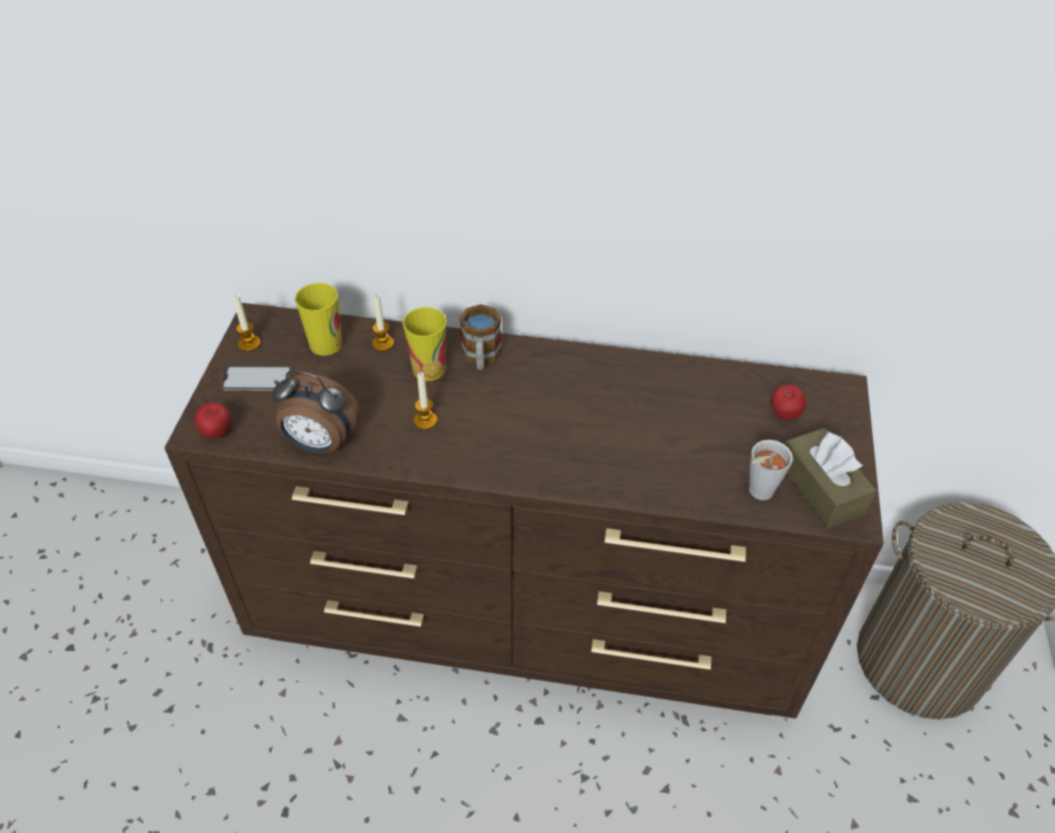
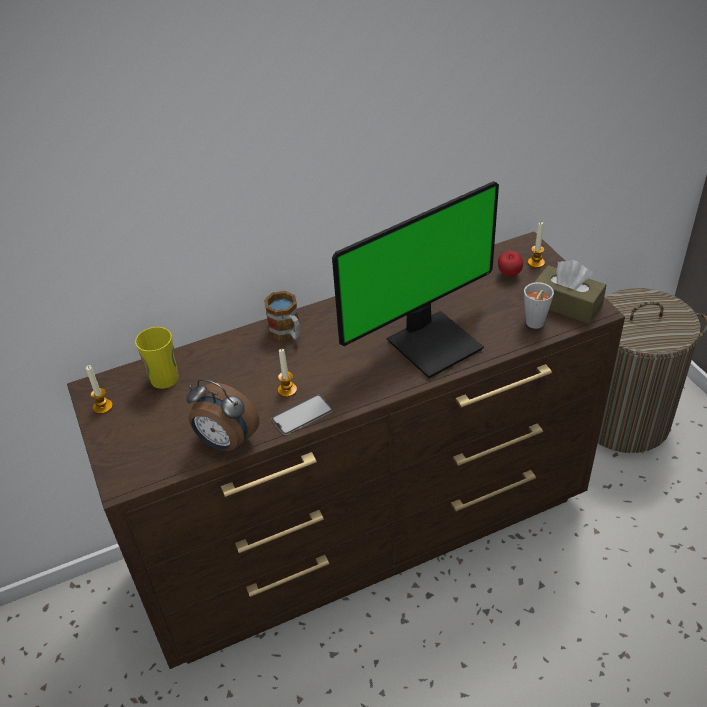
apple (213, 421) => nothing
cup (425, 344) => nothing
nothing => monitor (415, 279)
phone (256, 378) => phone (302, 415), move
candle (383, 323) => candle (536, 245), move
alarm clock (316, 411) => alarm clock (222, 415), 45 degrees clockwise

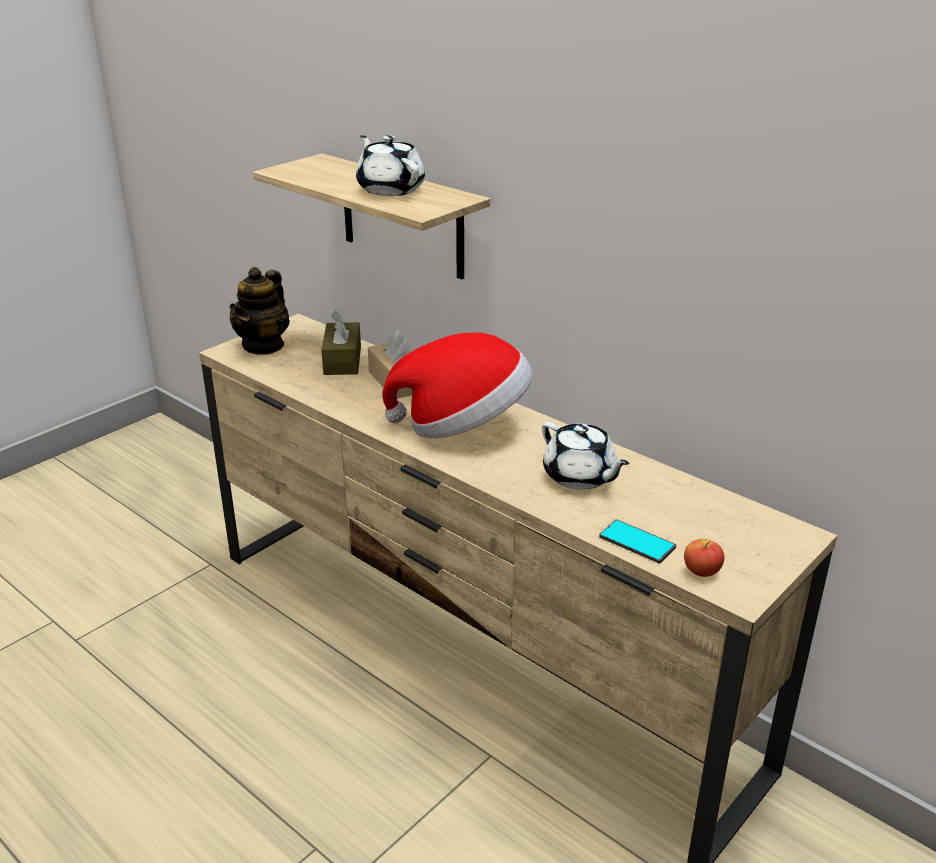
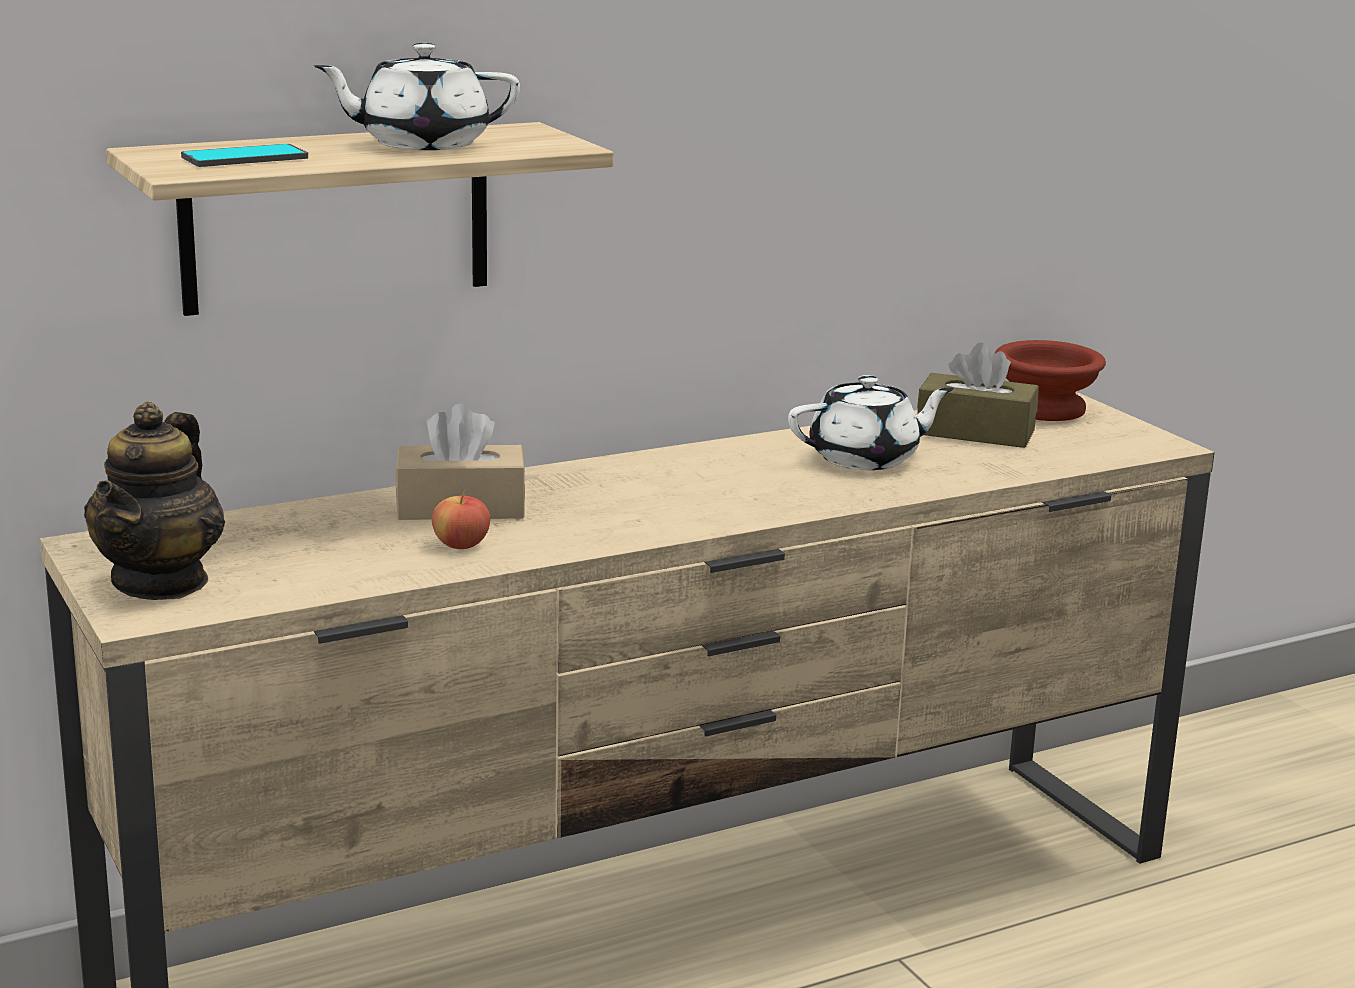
hat (457, 385) => nothing
nothing => bowl/brown (1050, 380)
tissue box/brown (341, 342) => tissue box/brown (978, 395), move
phone (637, 541) => phone (244, 155), move
apple (704, 558) => apple (461, 519), move
teapot (260, 311) => teapot (154, 500), 60 degrees clockwise

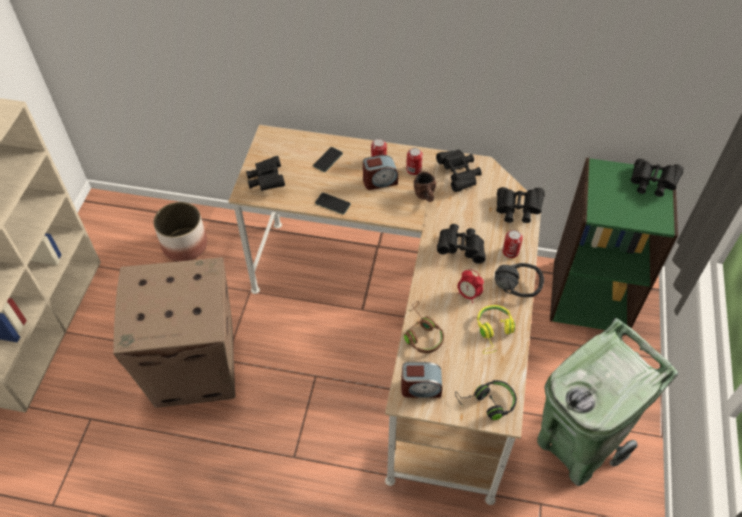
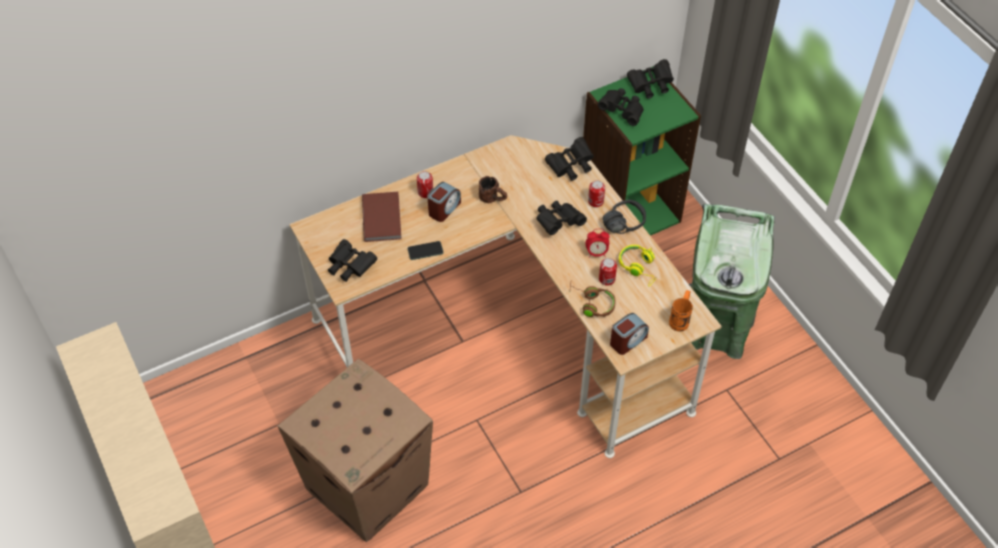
planter (180, 232) => nothing
can (414, 161) => can (608, 272), move
binoculars/black (459, 171) => binoculars/black (621, 107), move
phone (328, 159) => book/brown (382, 217)
headphones/black (486, 400) => mug/orange (681, 311)

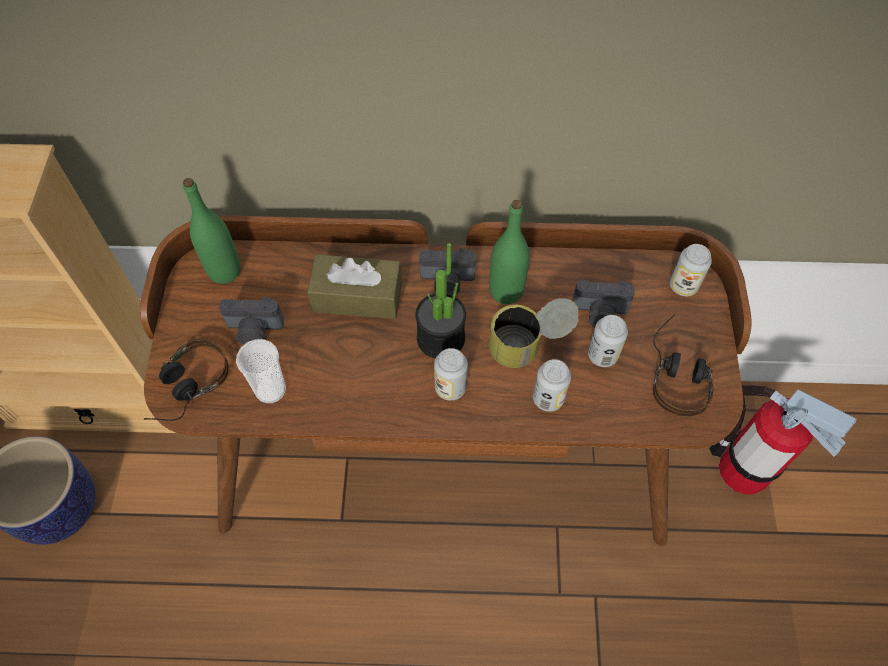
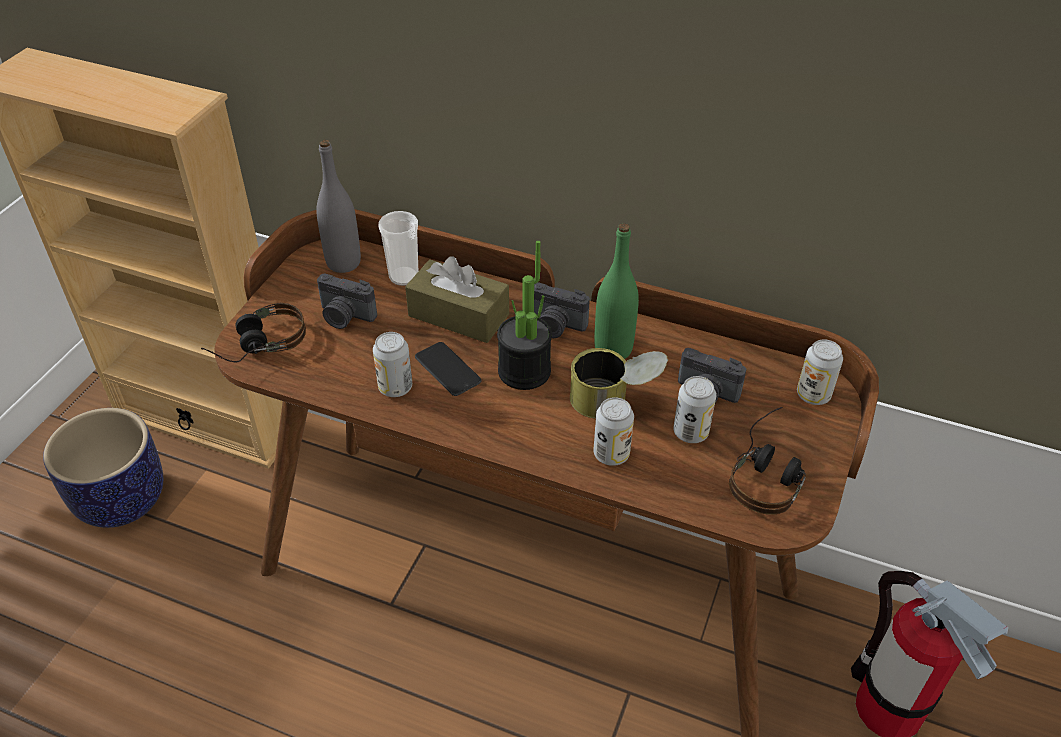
nothing => phone (448, 369)
cup (261, 371) => cup (398, 248), move
can (451, 374) => can (392, 364), move
bottle/green (212, 231) => bottle/grey (338, 206)

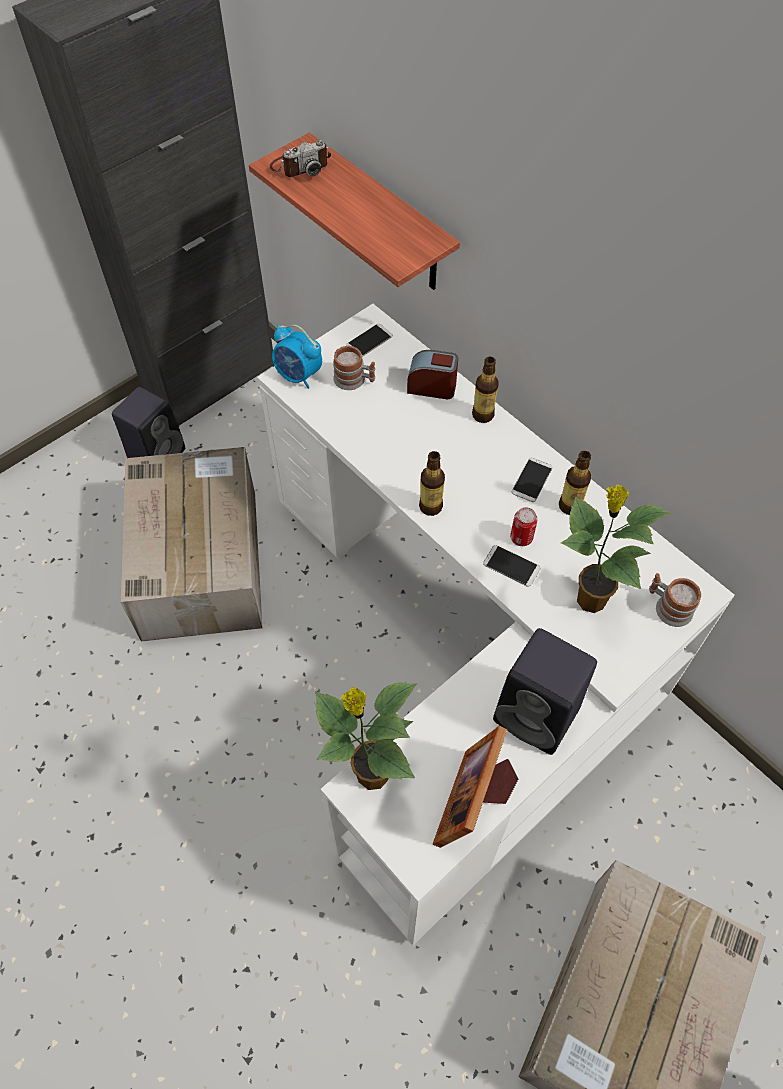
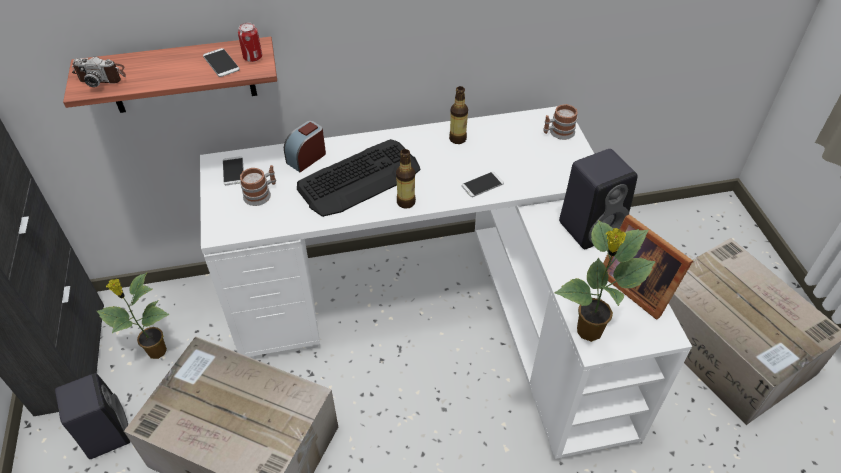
alarm clock (297, 357) => nothing
bottle (485, 390) => nothing
nothing => keyboard (359, 178)
can (523, 526) => can (250, 42), move
phone (532, 480) => phone (221, 62), move
potted plant (616, 549) => potted plant (133, 316), move
photo camera (300, 158) => photo camera (99, 72), 90 degrees clockwise

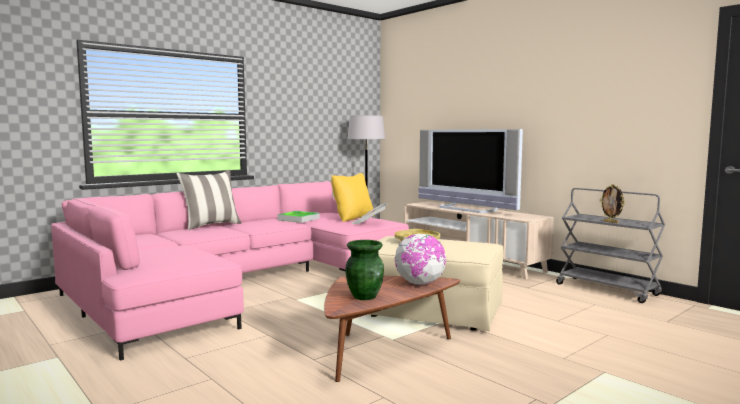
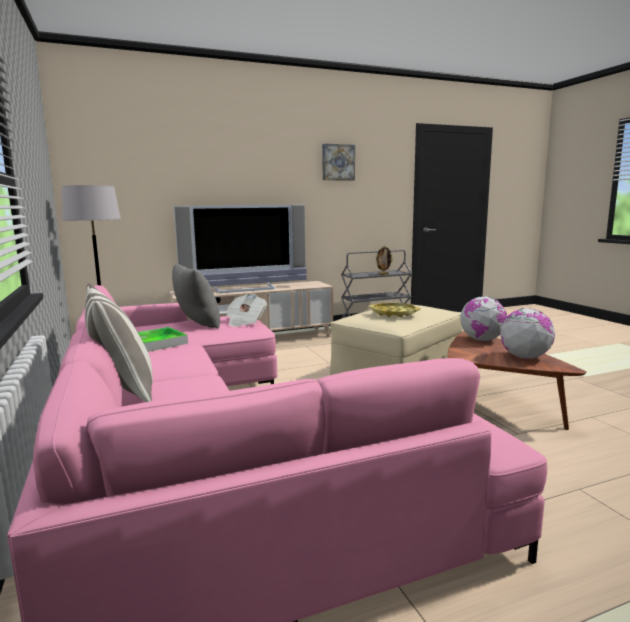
nothing => picture (338, 162)
vase/green (364, 270) => globe (527, 333)
pillow/yellow (353, 197) => pillow/grey (196, 296)

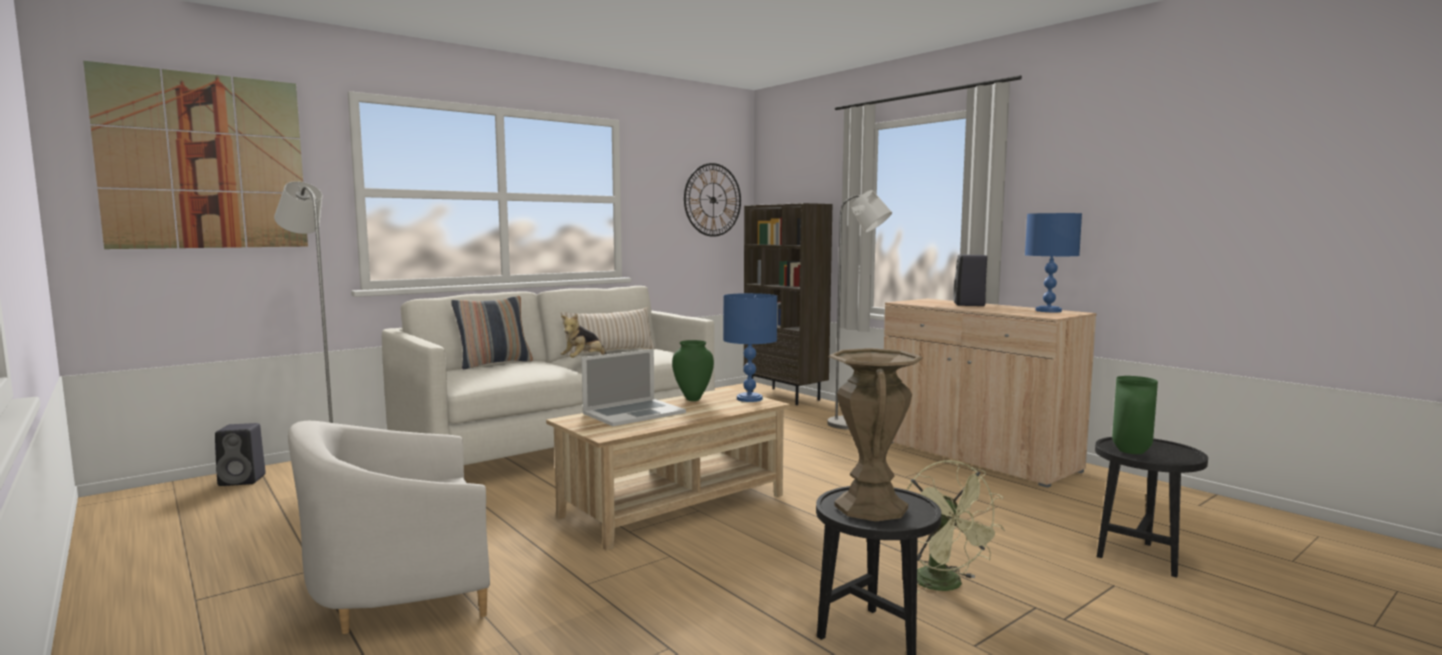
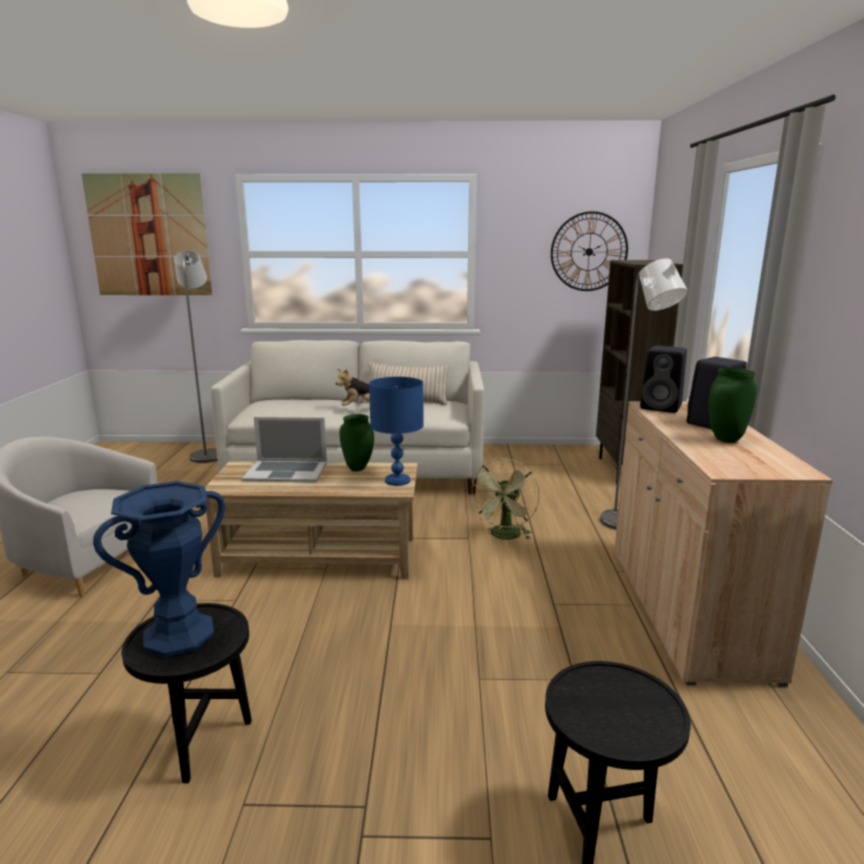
pillow (492, 332) => nothing
table lamp/blue (1053, 262) => nothing
speaker/black (240, 454) => speaker/black (663, 379), move
fan/green (956, 527) => fan/green (504, 499), move
vase/green (1135, 415) => vase/green (733, 405), move
vase/brown (875, 435) => vase/blue (159, 569)

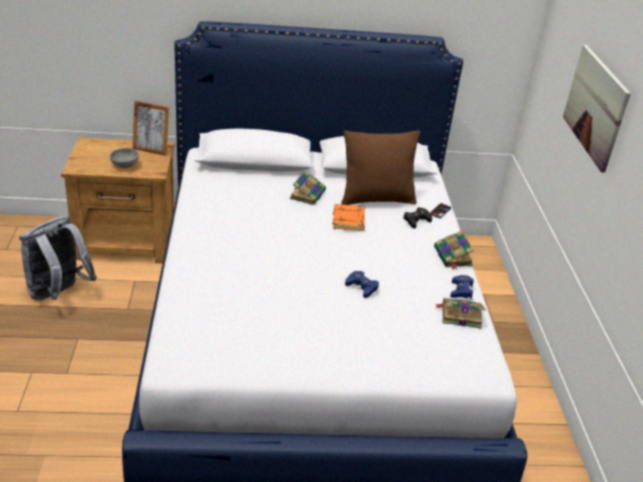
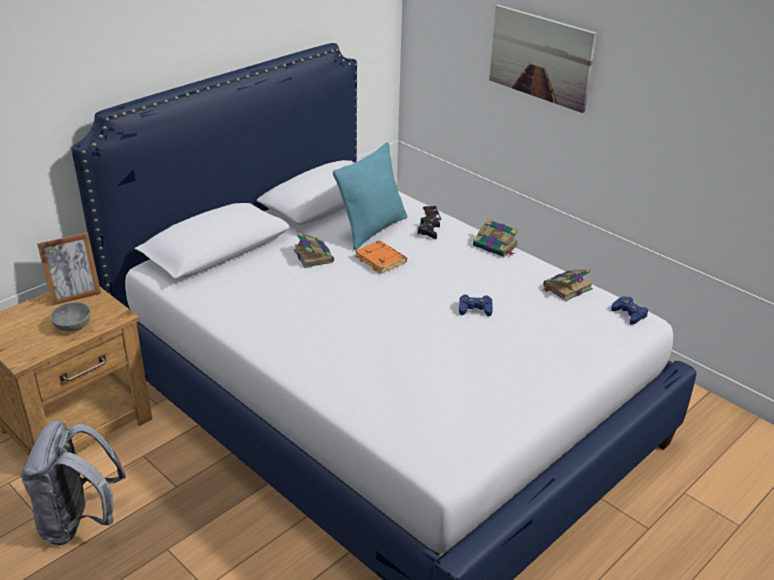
game controller/blue (462, 287) => game controller/blue (629, 310), move
pillow/brown (380, 167) => pillow/turquoise (370, 196)

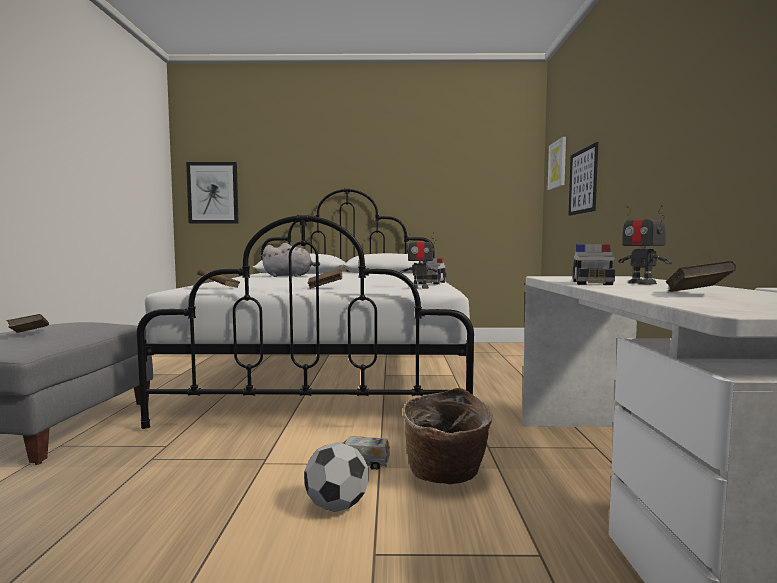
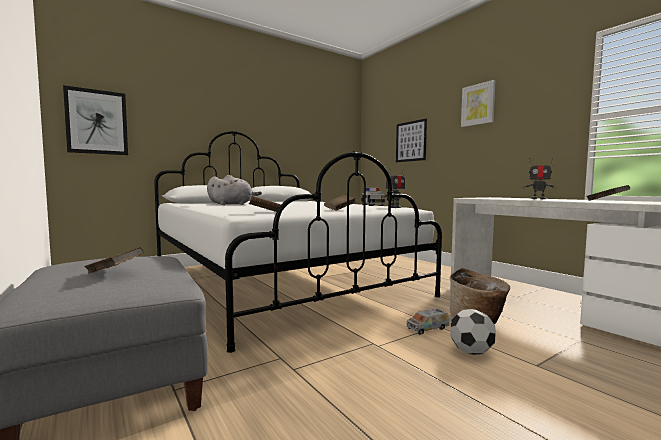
toy car (594, 264) => nothing
picture (556, 163) => picture (478, 103), move

